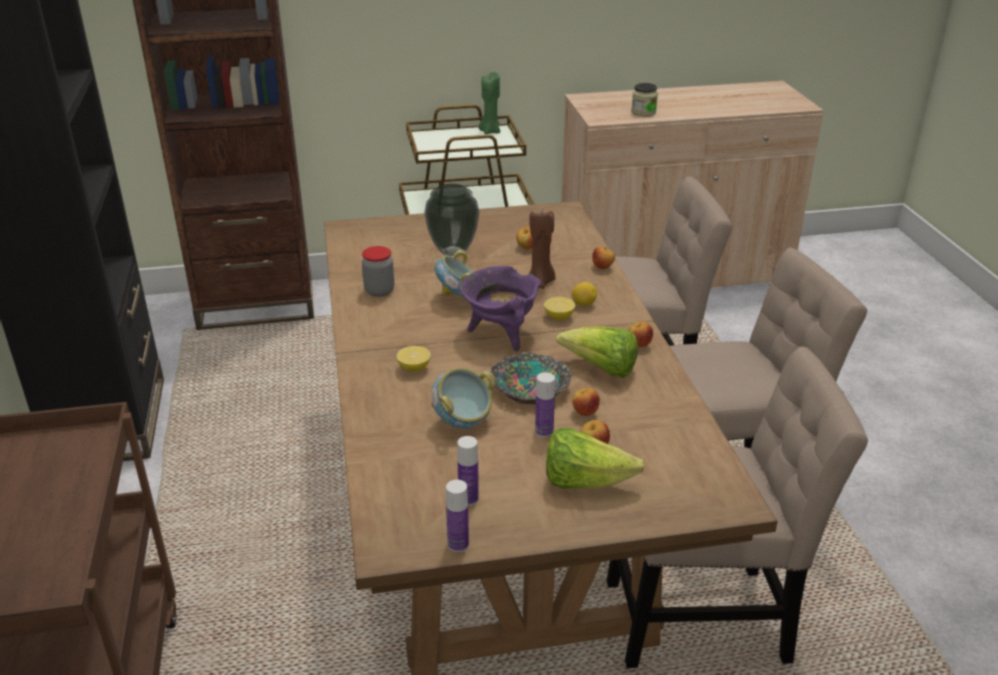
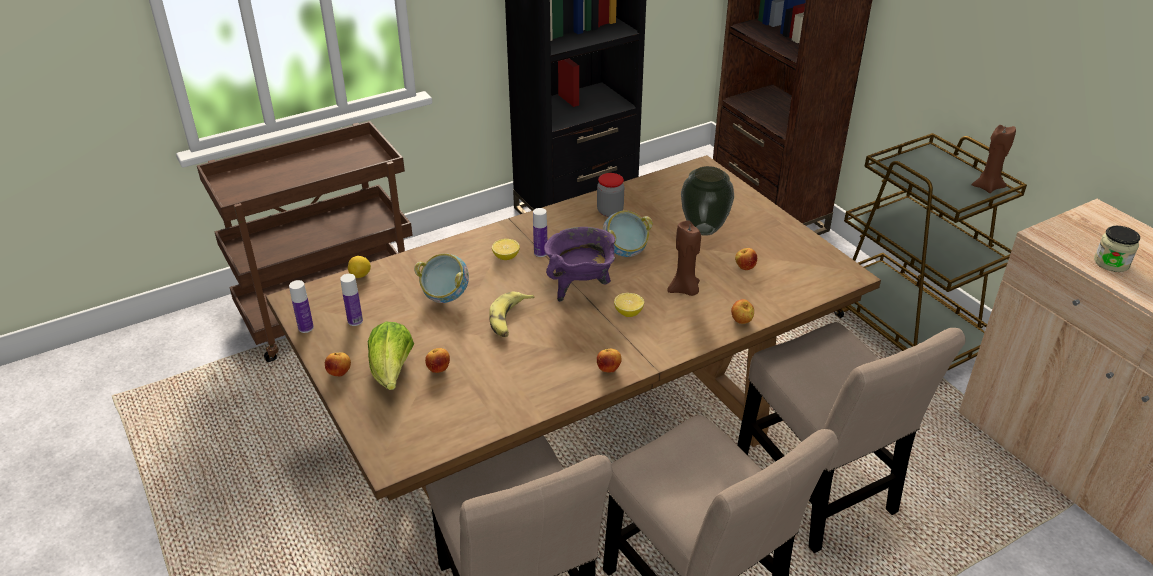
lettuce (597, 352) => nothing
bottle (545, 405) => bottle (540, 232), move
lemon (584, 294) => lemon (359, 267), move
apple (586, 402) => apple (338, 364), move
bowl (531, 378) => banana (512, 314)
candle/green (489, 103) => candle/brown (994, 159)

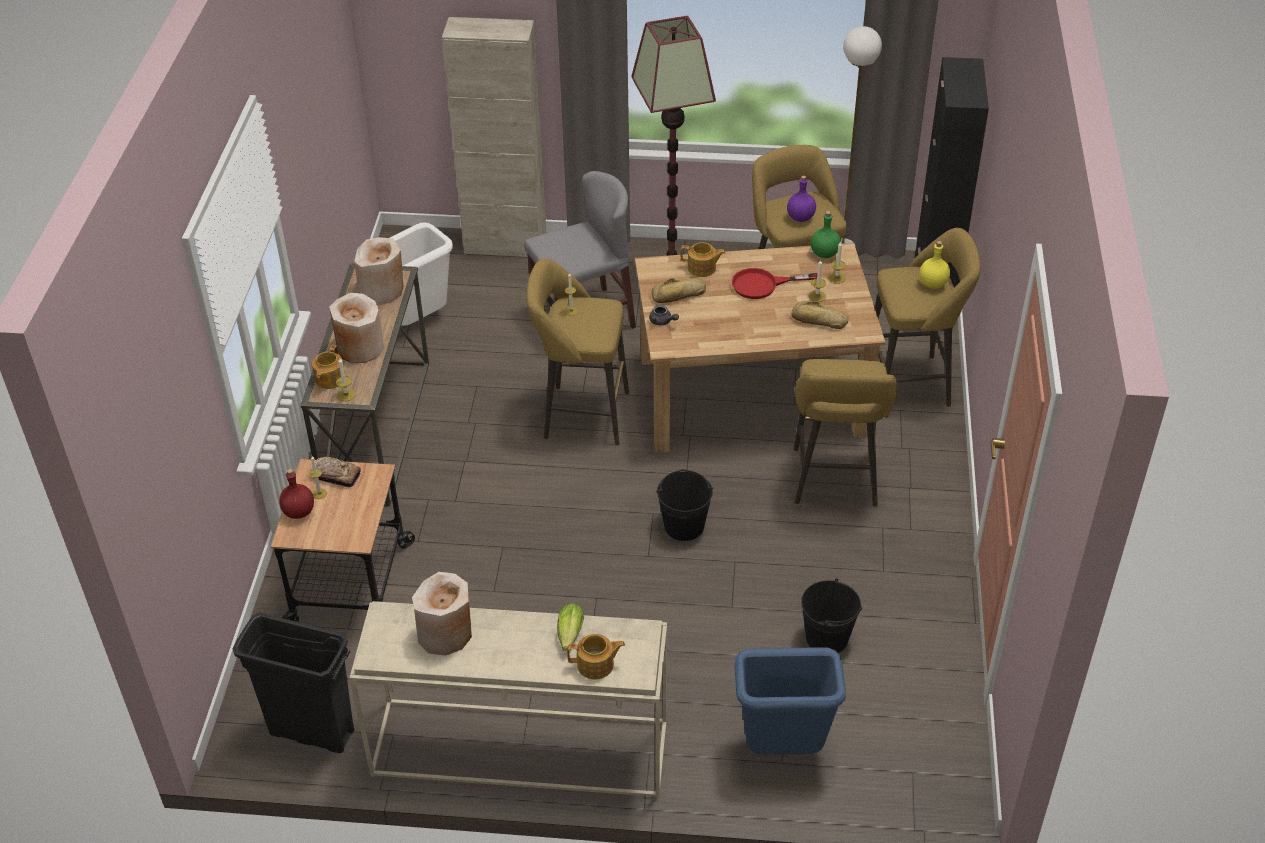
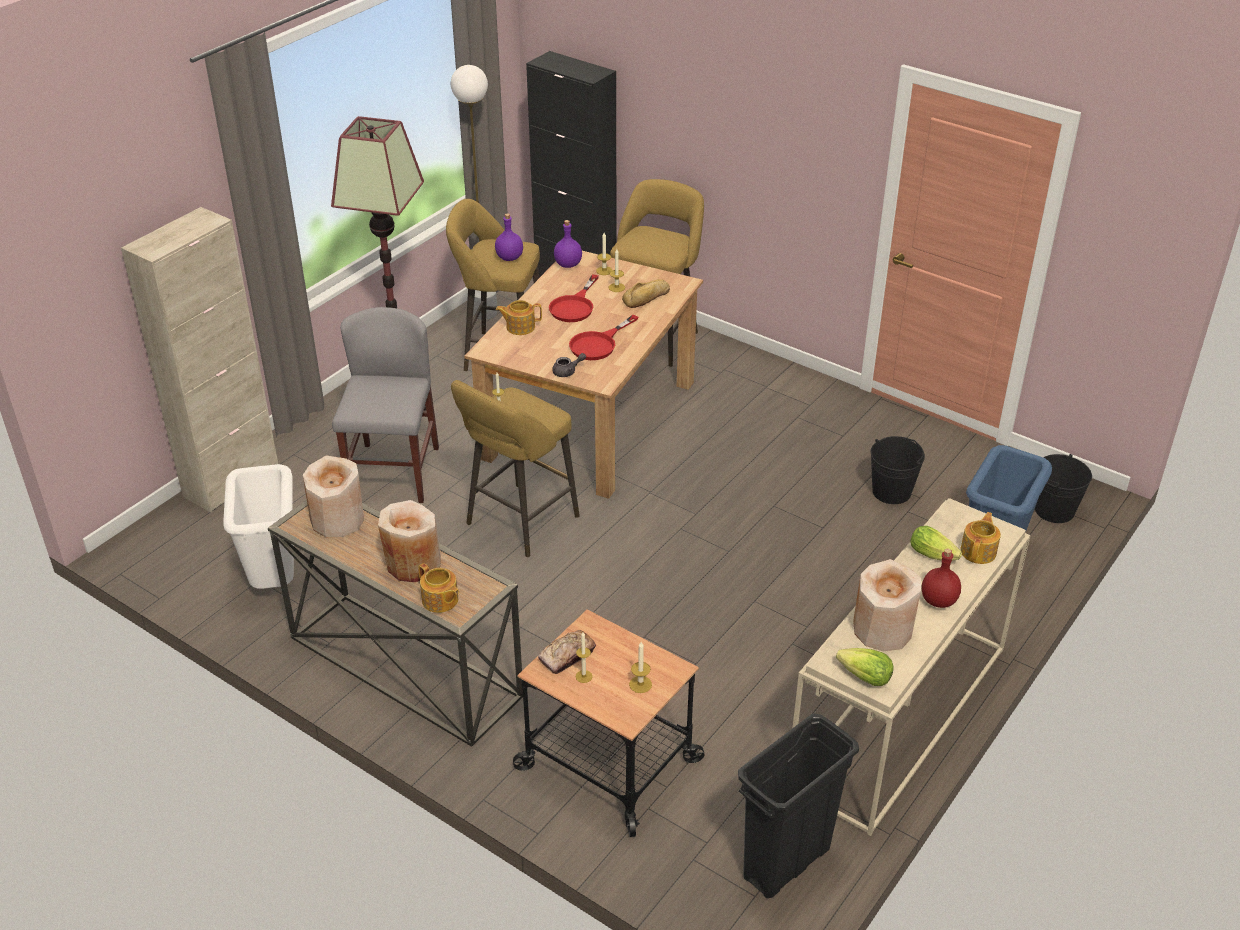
bread (679, 290) => nothing
stool/yellow (845, 433) => nothing
bottle/yellow (934, 265) => nothing
nothing => frying pan/red (603, 337)
nothing => lettuce (864, 667)
bottle/red (296, 494) => bottle/red (941, 578), move
candle (346, 379) => candle (640, 667), move
bucket/black (684, 505) => bucket/black (1063, 488), move
bottle/green (826, 234) => bottle/purple (568, 244)
teapot (703, 259) => teapot (519, 317), 135 degrees counterclockwise

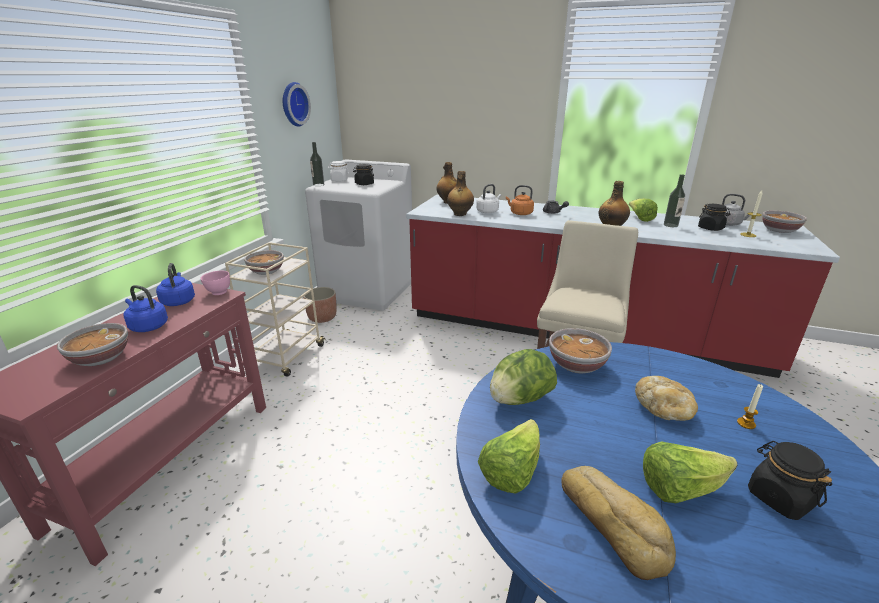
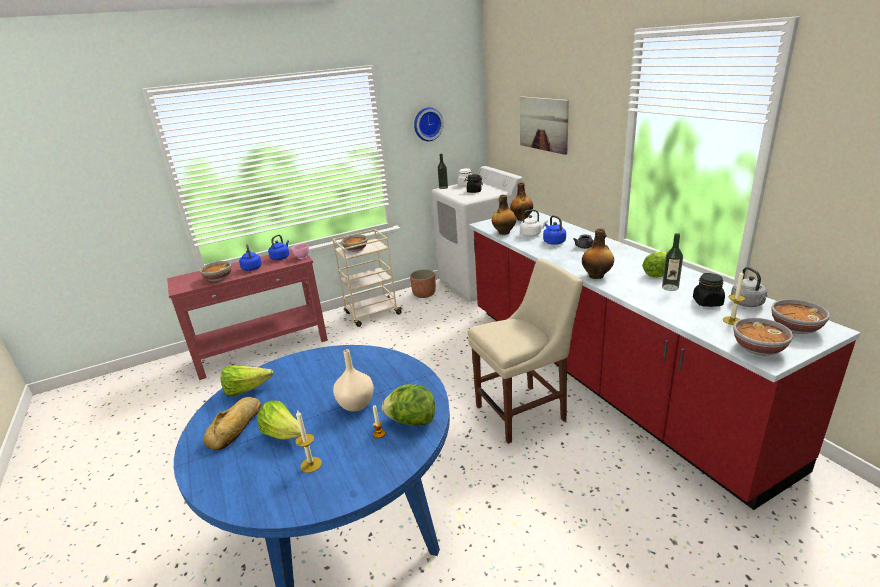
nothing => picture (544, 125)
lettuce (523, 377) => lettuce (408, 405), move
bowl (580, 350) => bowl (763, 336), move
bread (666, 398) => vase/beige (353, 380)
jar/black (790, 480) => candle (308, 441)
kettle/orange (520, 200) => kettle/blue (554, 230)

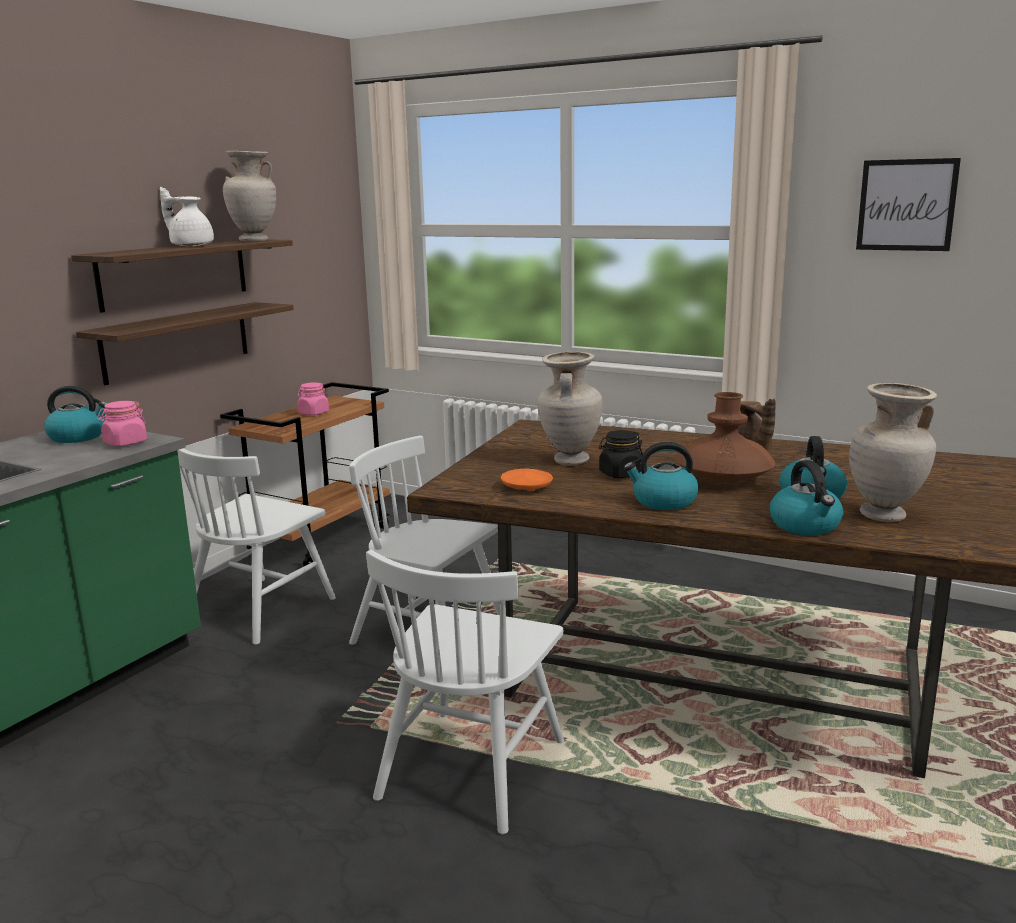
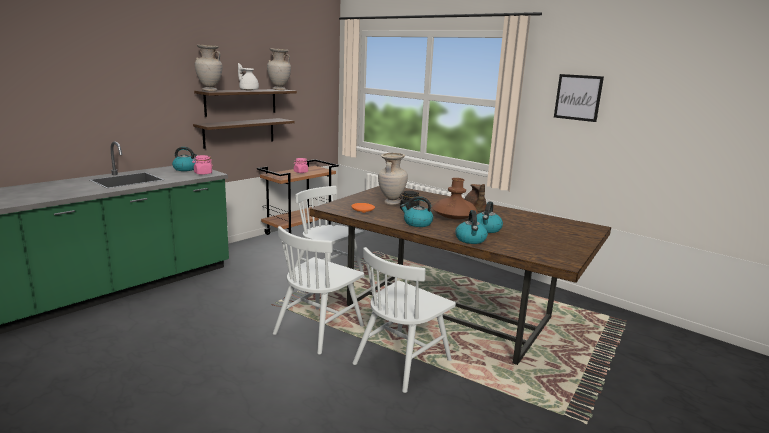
chair/white (256, 546) => chair/white (404, 320), move
vase/beige (893, 452) => vase/beige (208, 68), move

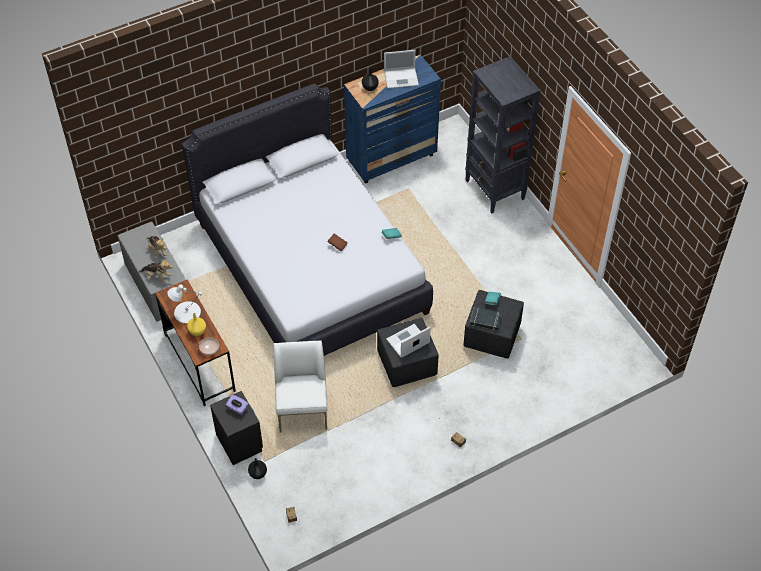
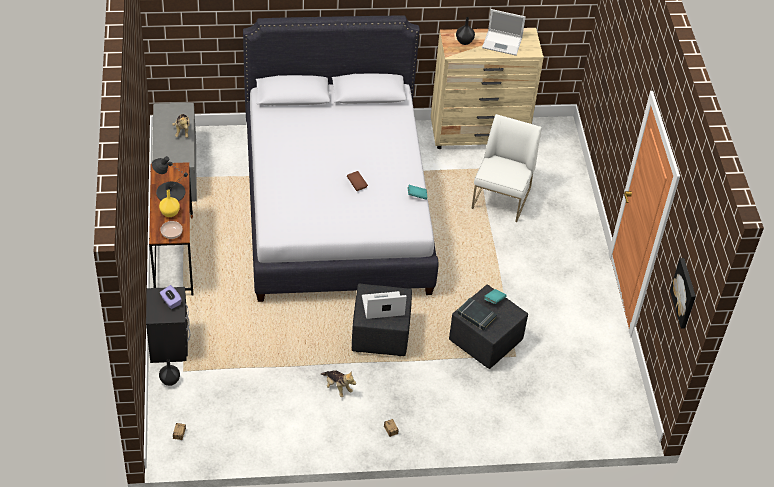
bookcase/black (503, 134) => nothing
nothing => picture (683, 293)
plush toy (156, 270) => plush toy (338, 383), move
chair/white (301, 386) => chair/white (506, 168), move
table lamp/white (184, 303) => table lamp/black (170, 178)
dresser/blue (392, 118) => dresser/beige (487, 88)

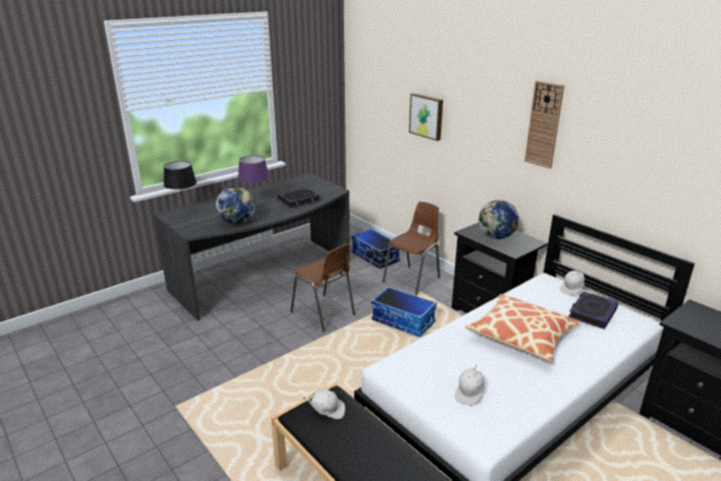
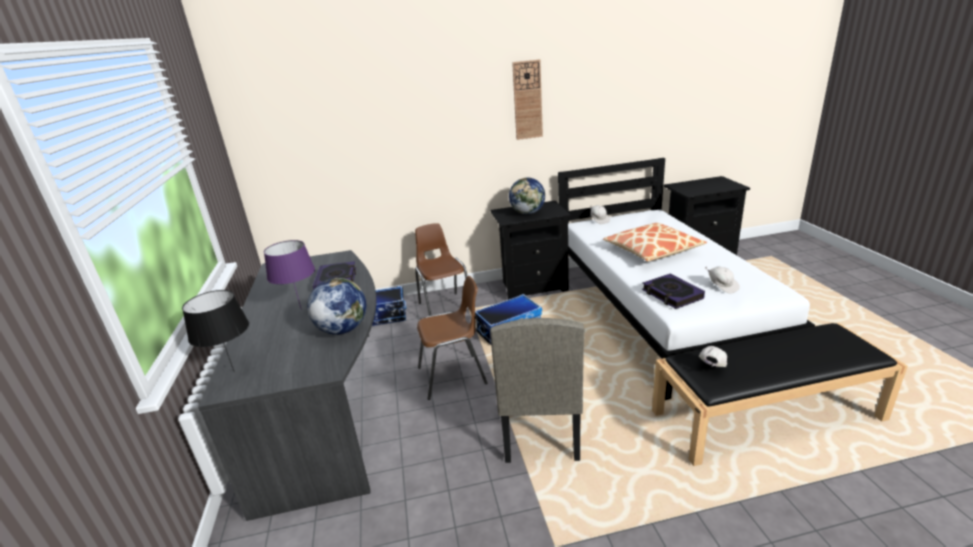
picture (426, 117) => nothing
nothing => chair/beige (537, 390)
book (593, 310) => book (673, 291), move

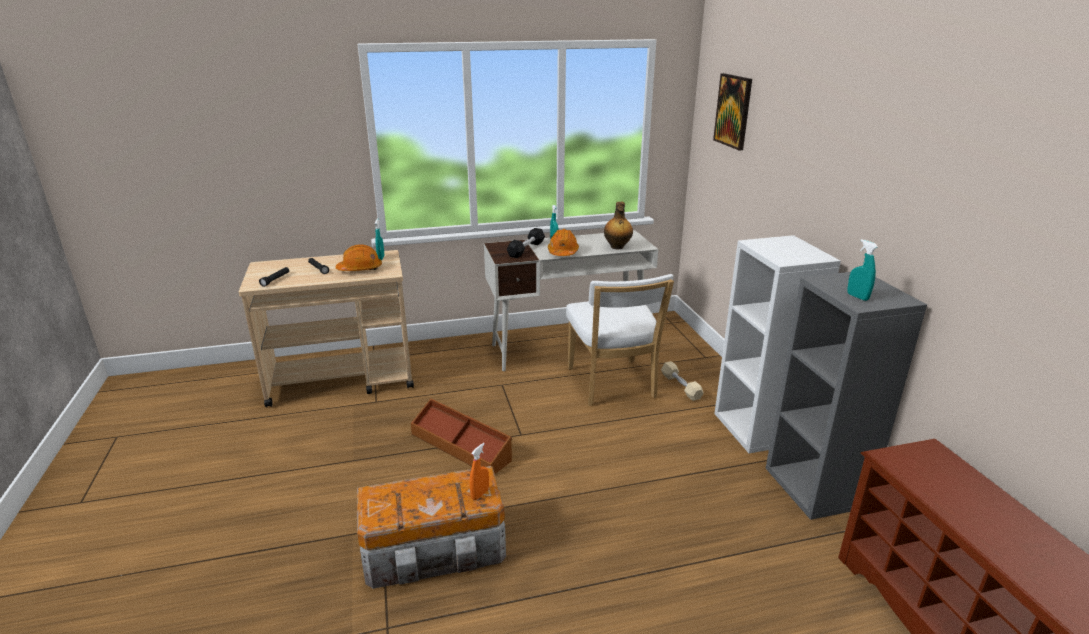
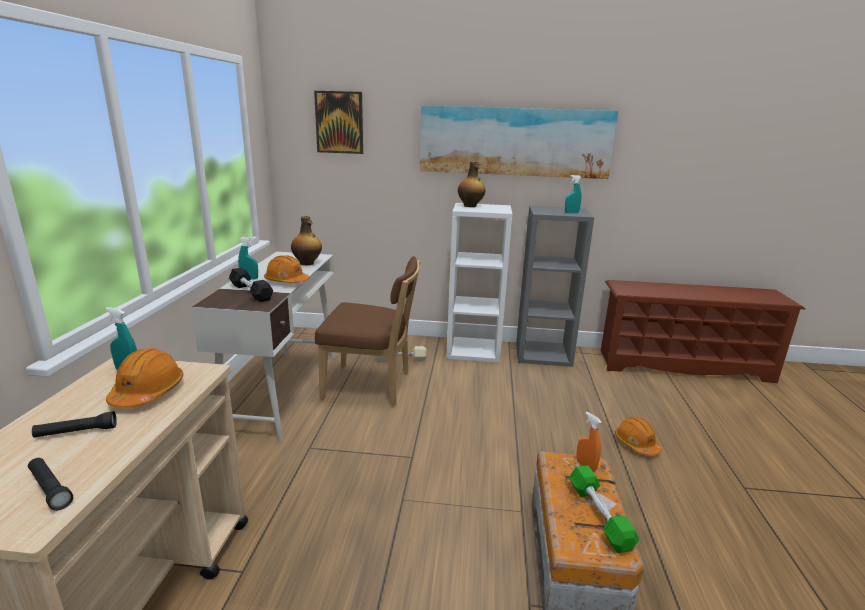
storage box/brown (461, 436) => nothing
nothing => picture (519, 142)
nothing => bottle (471, 184)
nothing => dumbbell/green (604, 509)
nothing => hard hat/orange (638, 436)
chair/white (620, 340) => chair/brown (368, 331)

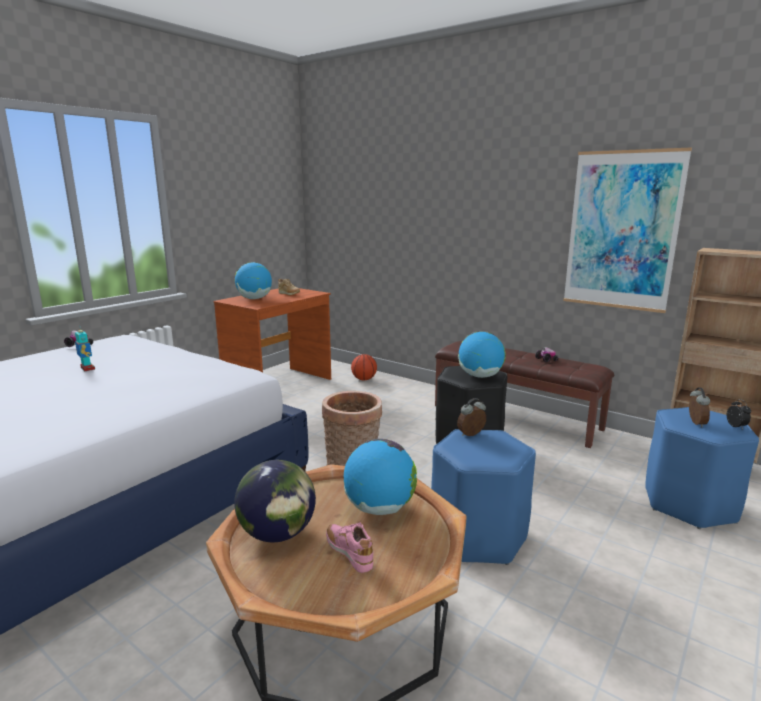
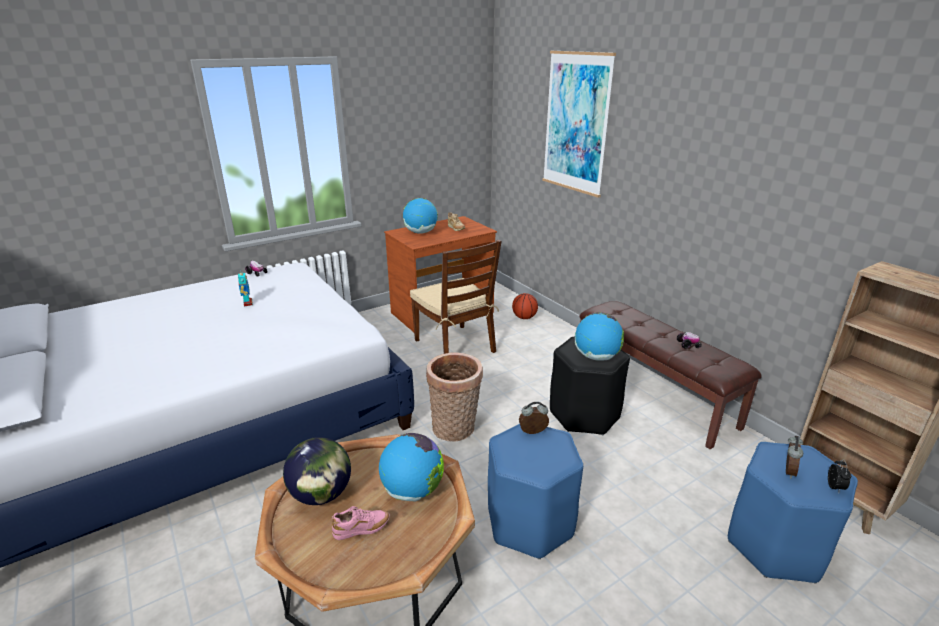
nothing => chair/brown (456, 296)
picture (627, 230) => picture (579, 124), move
shoe/pink (349, 547) => shoe/pink (361, 523), 90 degrees clockwise

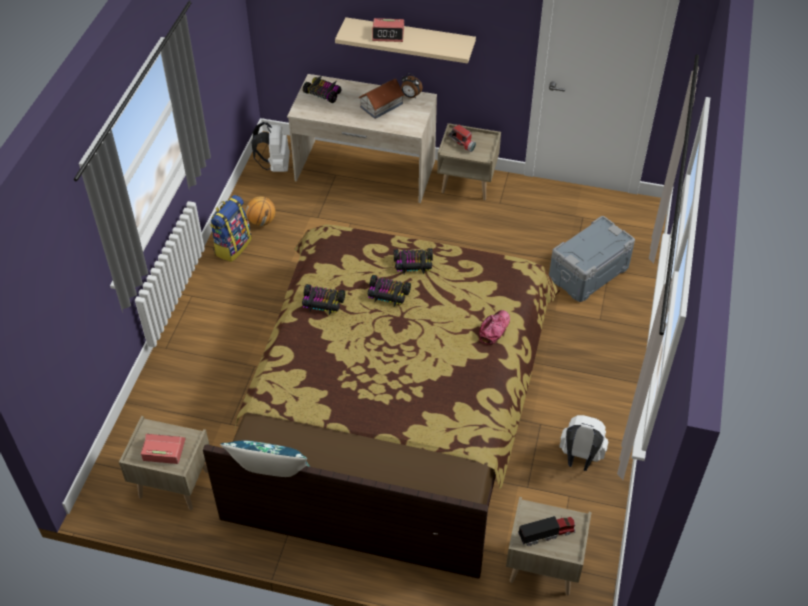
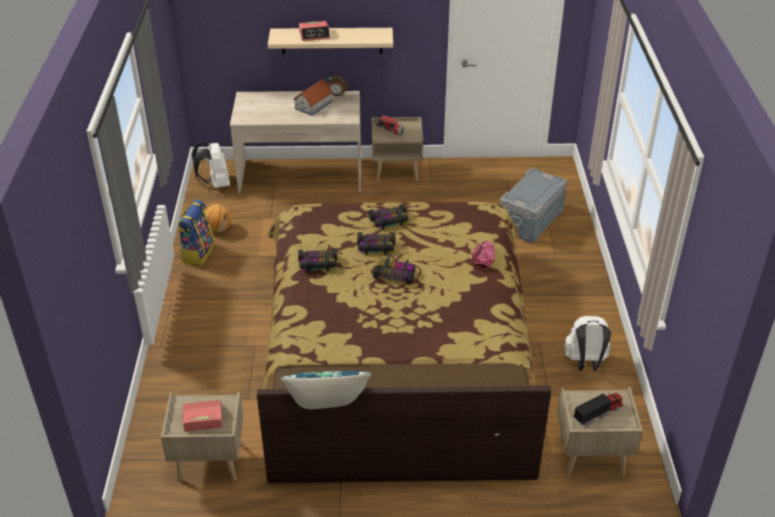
toy car (322, 89) => toy car (394, 270), move

